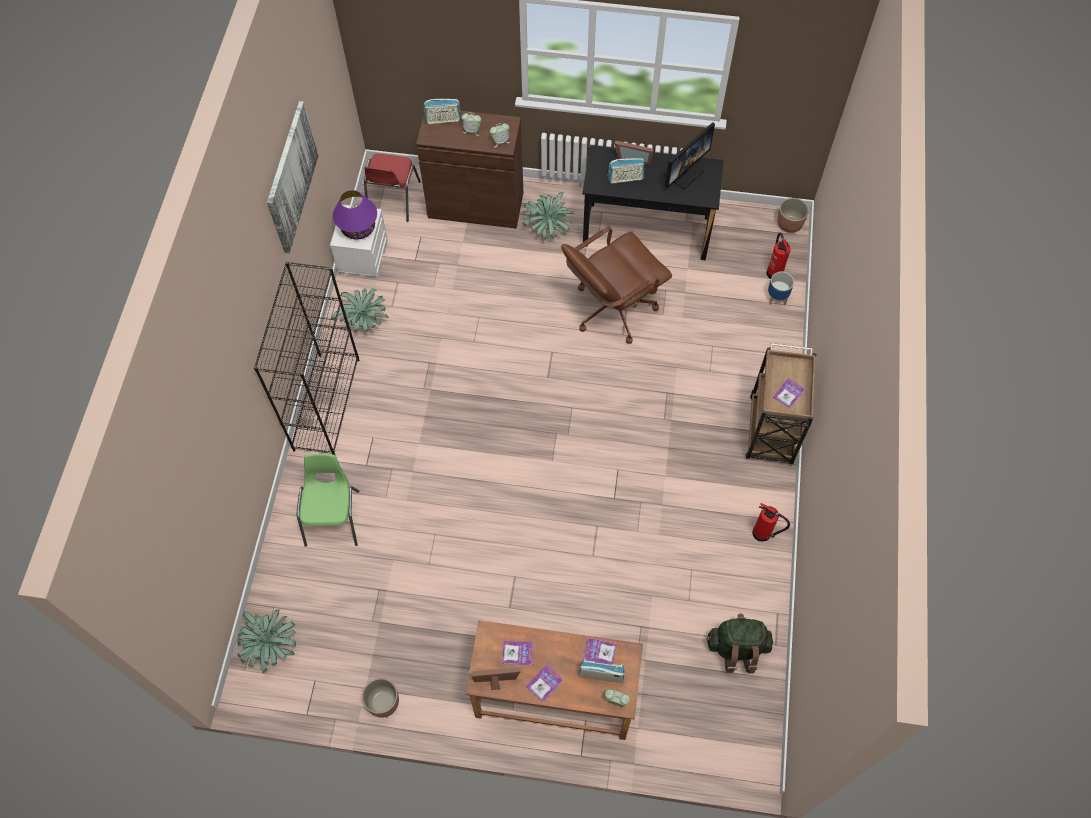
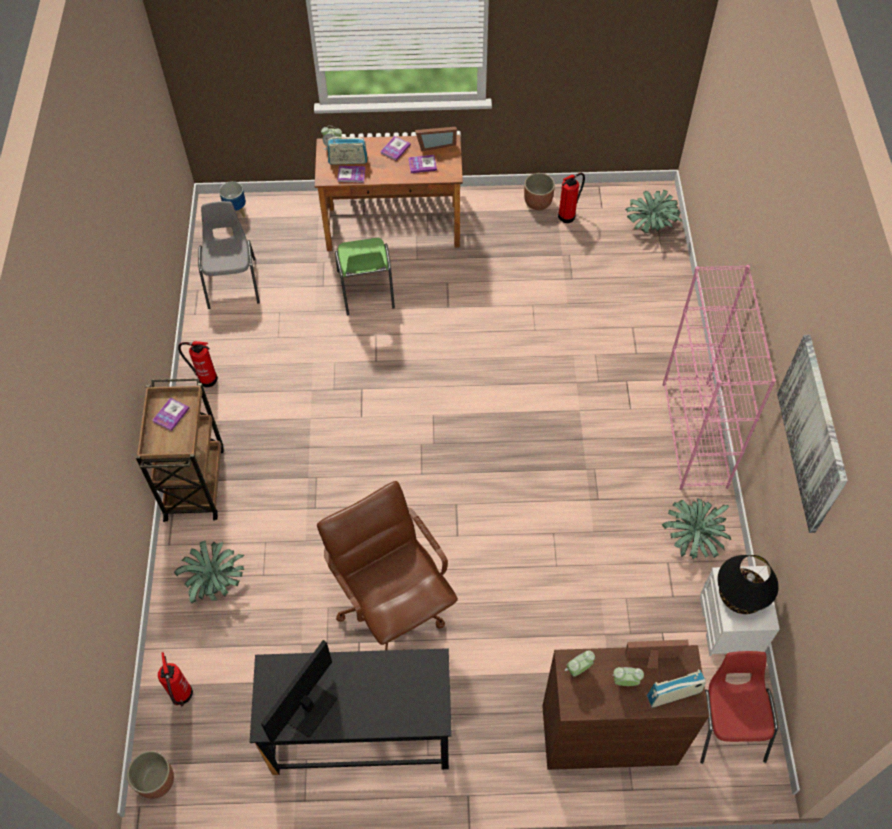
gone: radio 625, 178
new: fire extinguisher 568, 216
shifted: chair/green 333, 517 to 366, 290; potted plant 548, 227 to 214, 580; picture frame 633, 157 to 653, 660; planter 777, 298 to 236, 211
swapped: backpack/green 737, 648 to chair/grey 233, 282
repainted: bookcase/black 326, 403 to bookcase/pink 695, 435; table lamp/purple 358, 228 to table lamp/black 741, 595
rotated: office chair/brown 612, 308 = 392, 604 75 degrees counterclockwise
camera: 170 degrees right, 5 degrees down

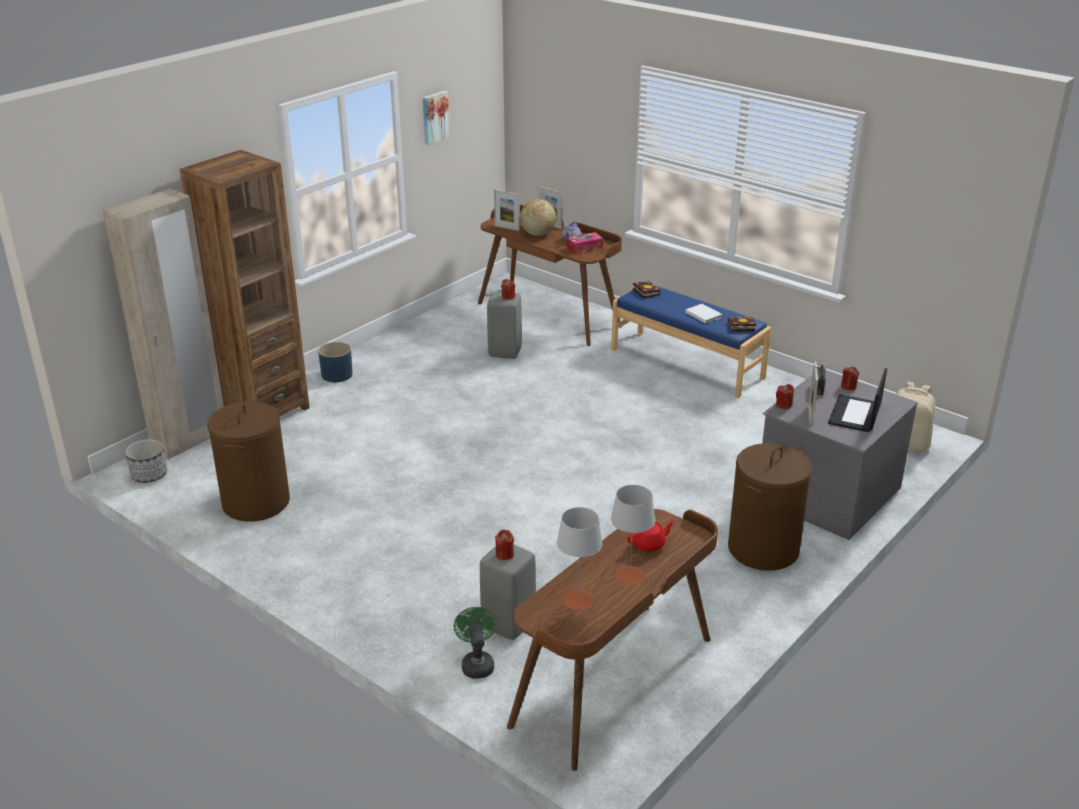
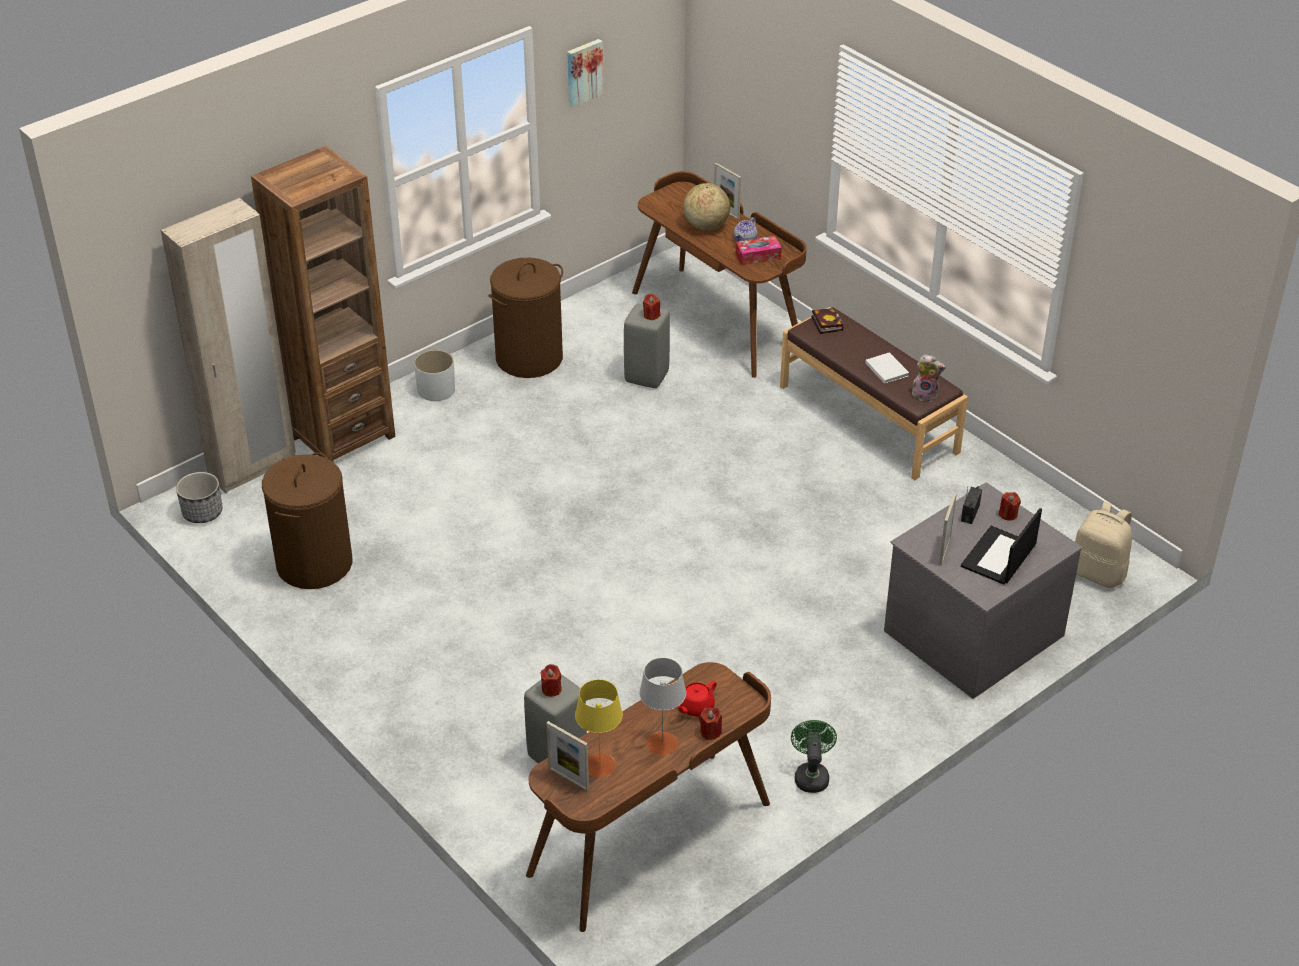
shifted: fan/green 477, 663 to 811, 775; picture frame 507, 228 to 568, 779; laundry basket/brown 763, 549 to 529, 358; candle/red 783, 405 to 710, 732
swapped: book 740, 327 to plush toy 925, 394
repainted: planter/blue 337, 374 to planter/white 436, 389; table lamp/grey 578, 600 to table lamp/yellow 600, 765; bench/blue 687, 363 to bench/brown 869, 418
rotated: teapot/red 649, 544 = 695, 707 150 degrees clockwise
camera: 10 degrees right, 10 degrees up

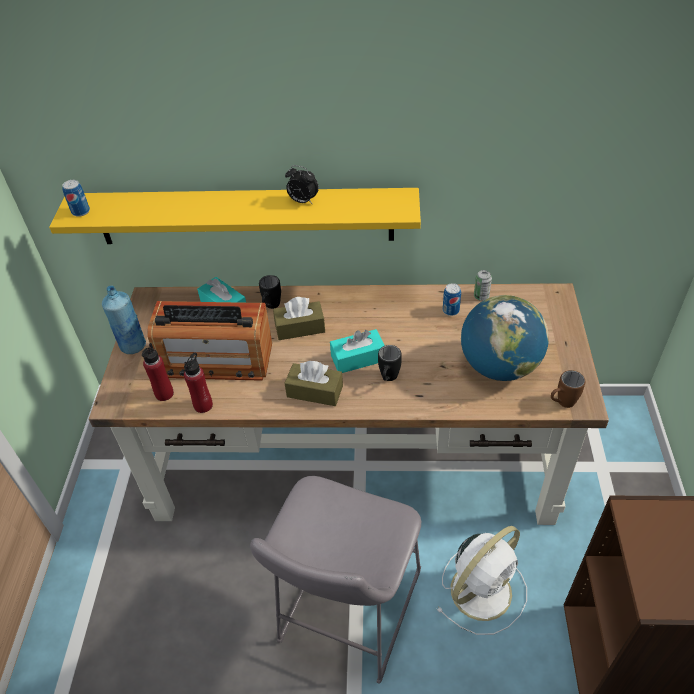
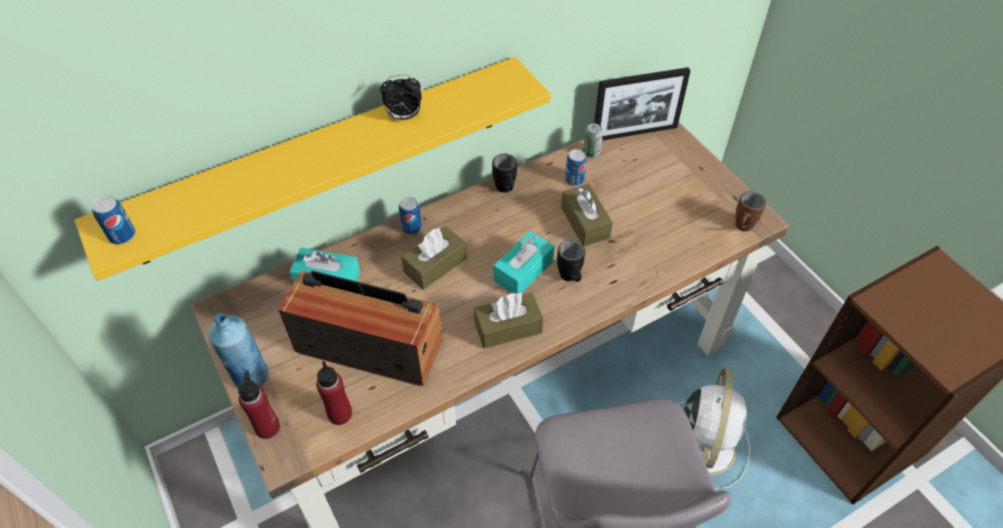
gone: globe 499, 366
new: can 411, 227; tissue box/brown 585, 222; picture frame 635, 133
shifted: bottle/red 203, 405 to 267, 427; mug/black 271, 307 to 506, 190
rotated: radio 216, 360 = 369, 344 135 degrees counterclockwise
camera: 35 degrees left, 5 degrees up

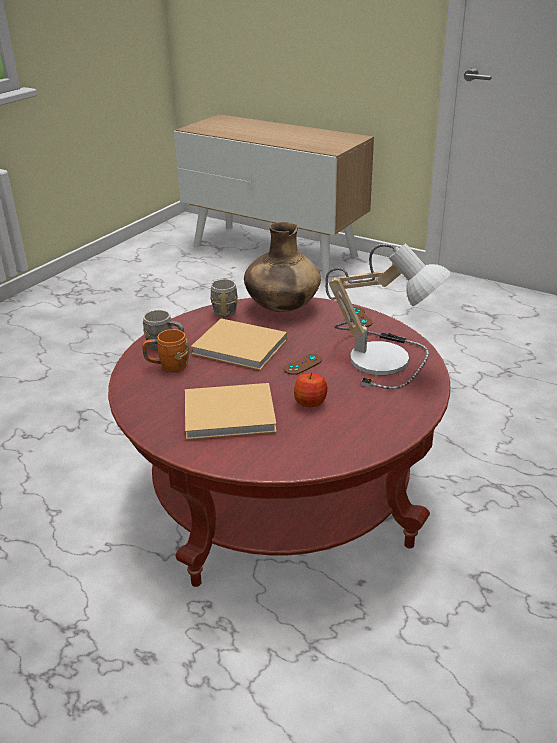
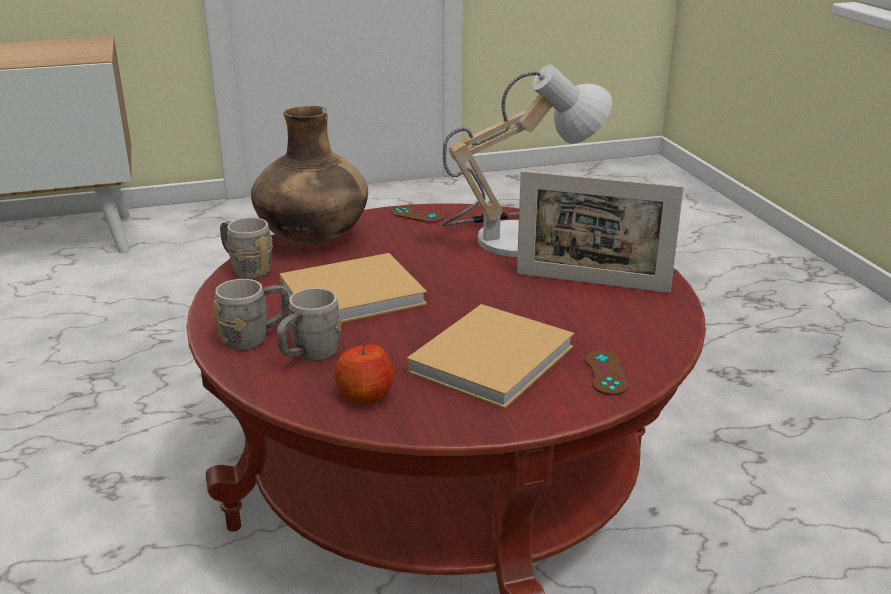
new: picture frame 592, 282
shifted: game controller/brown 303, 364 to 605, 373; apple 310, 402 to 365, 395
repainted: mug/orange 168, 366 to mug/grey 309, 355
camera: 50 degrees left, 5 degrees down

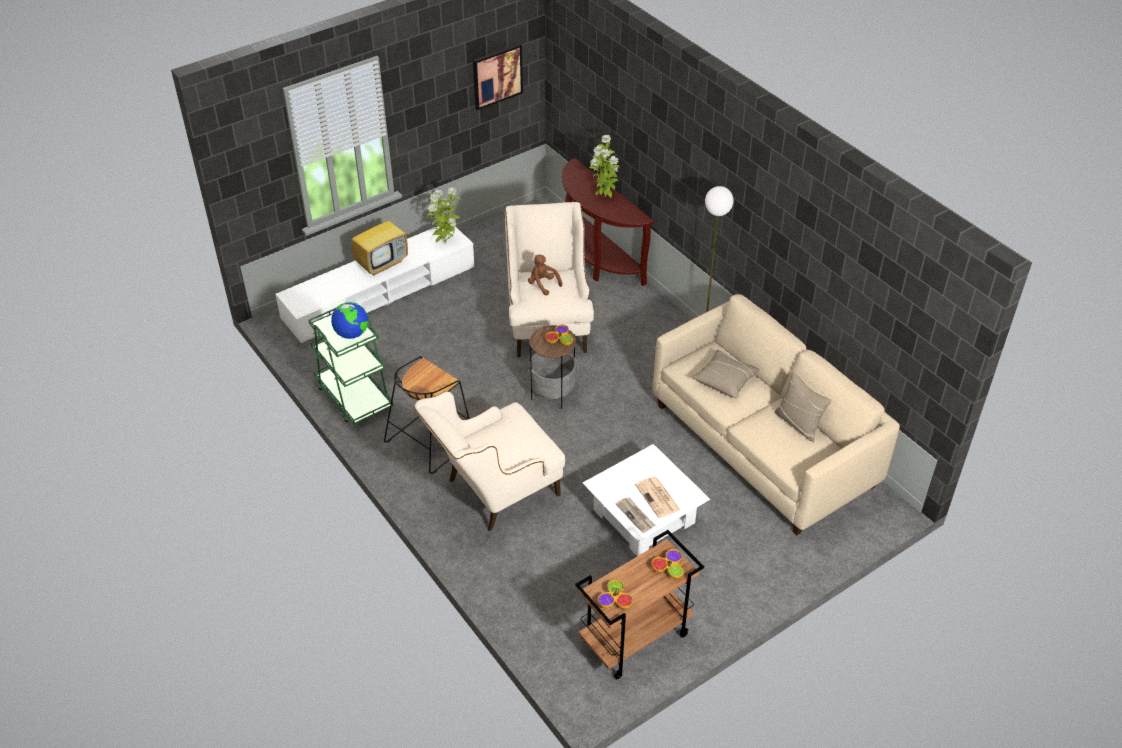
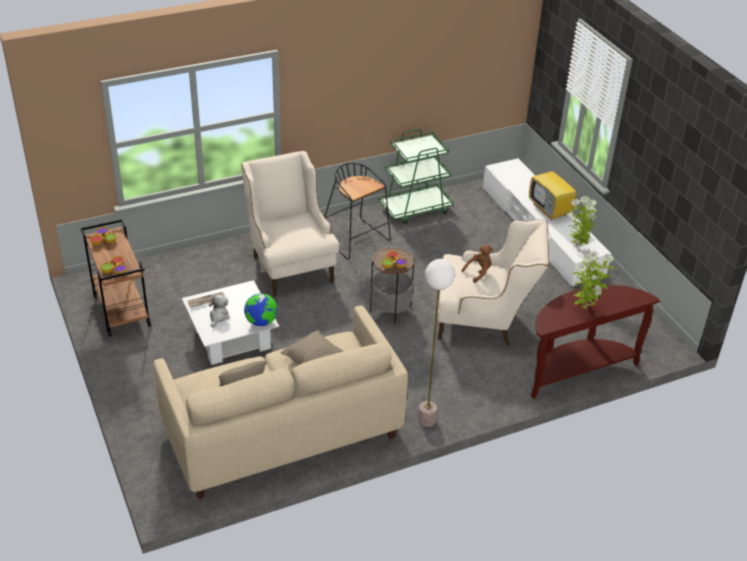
gone: picture 497, 76
shifted: globe 352, 334 to 261, 322
swapped: newspaper 658, 498 to plush toy 218, 316
camera: 100 degrees right, 5 degrees down

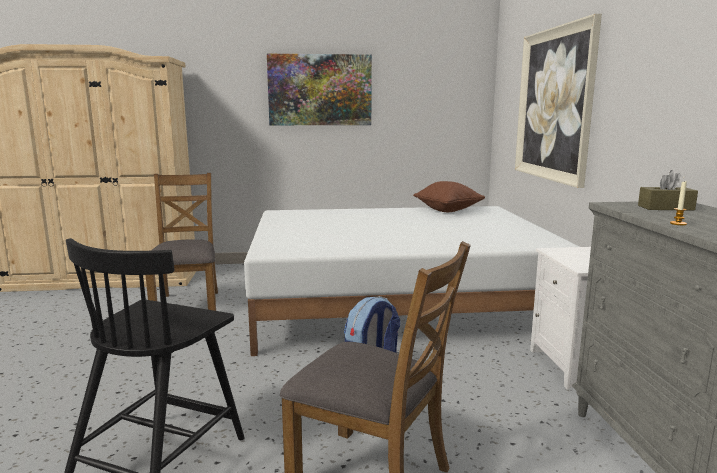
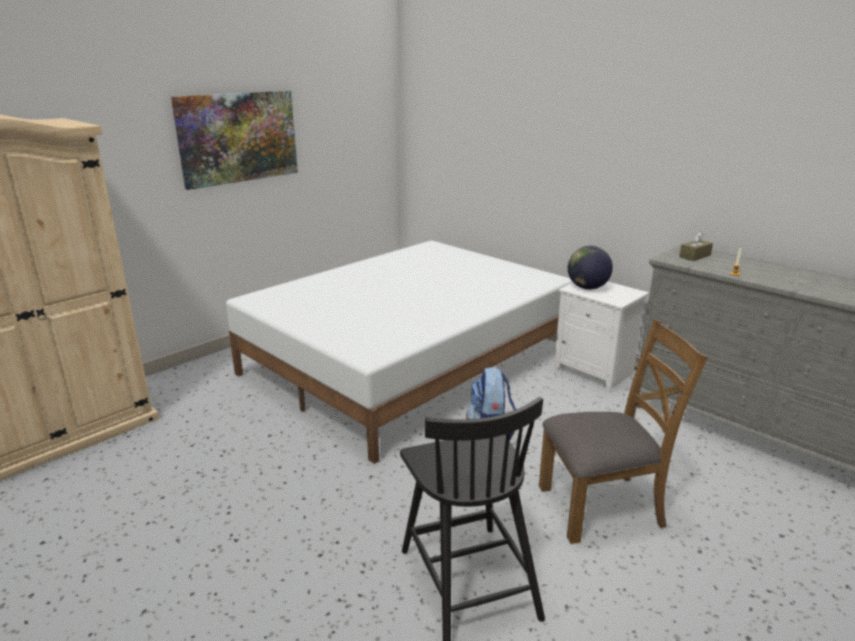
gone: chair/brown 187, 304; pillow/brown 448, 210; picture 554, 104
new: globe 587, 288
camera: 40 degrees left, 10 degrees up

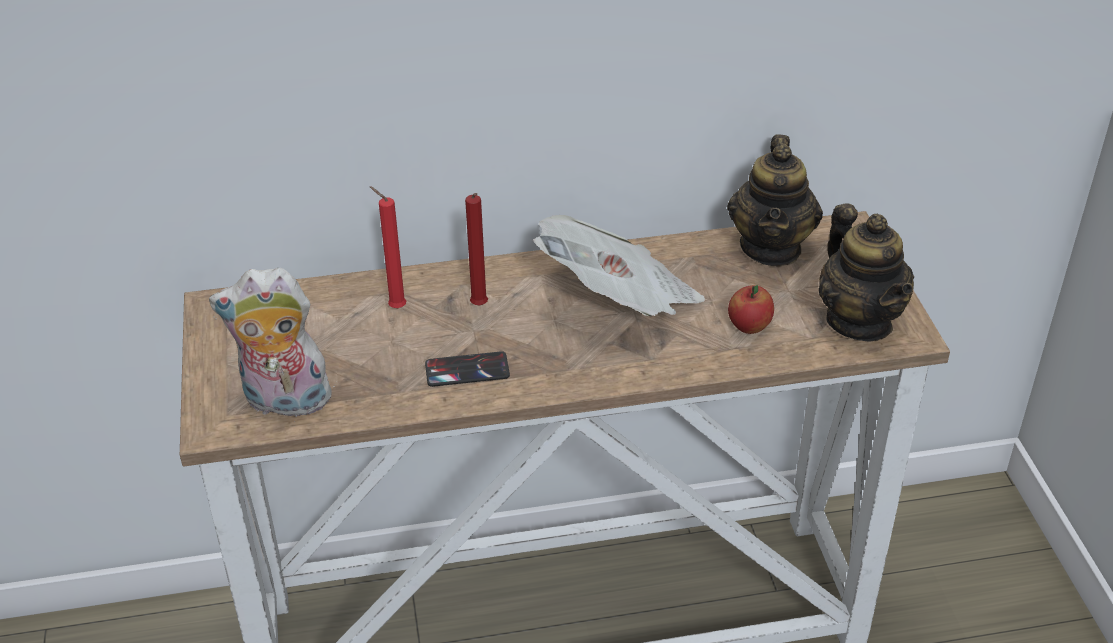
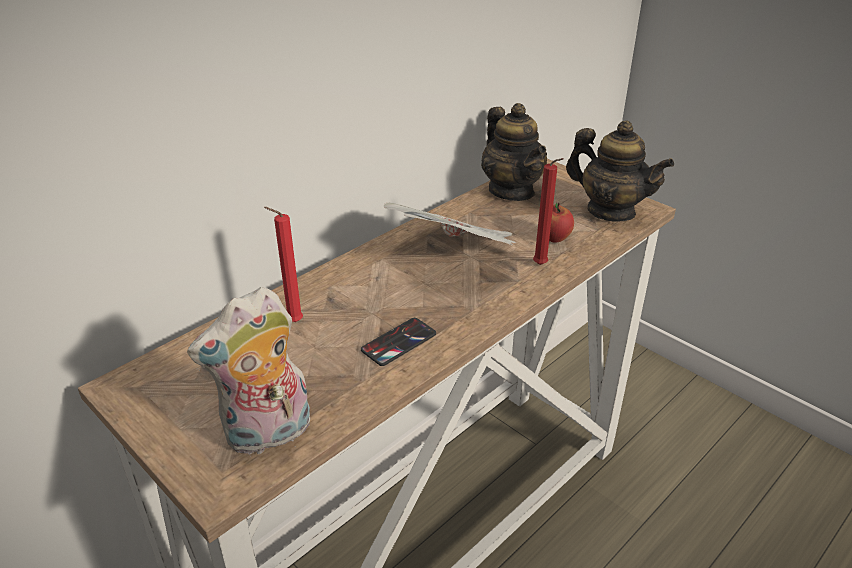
shifted: candle/red 479, 307 to 542, 266
camera: 35 degrees left, 5 degrees down

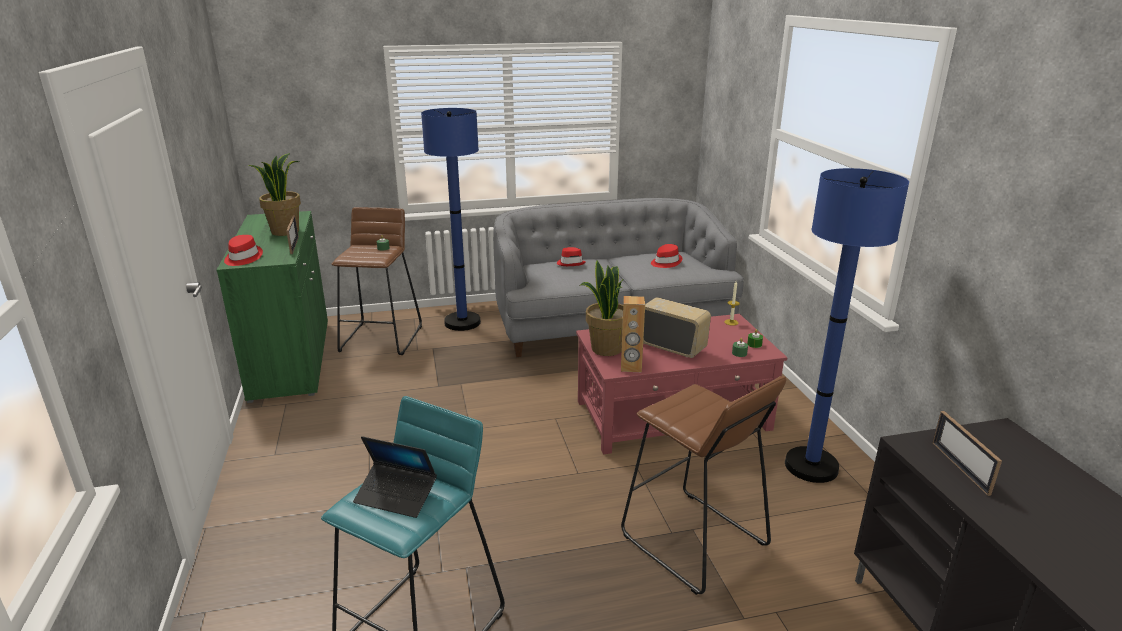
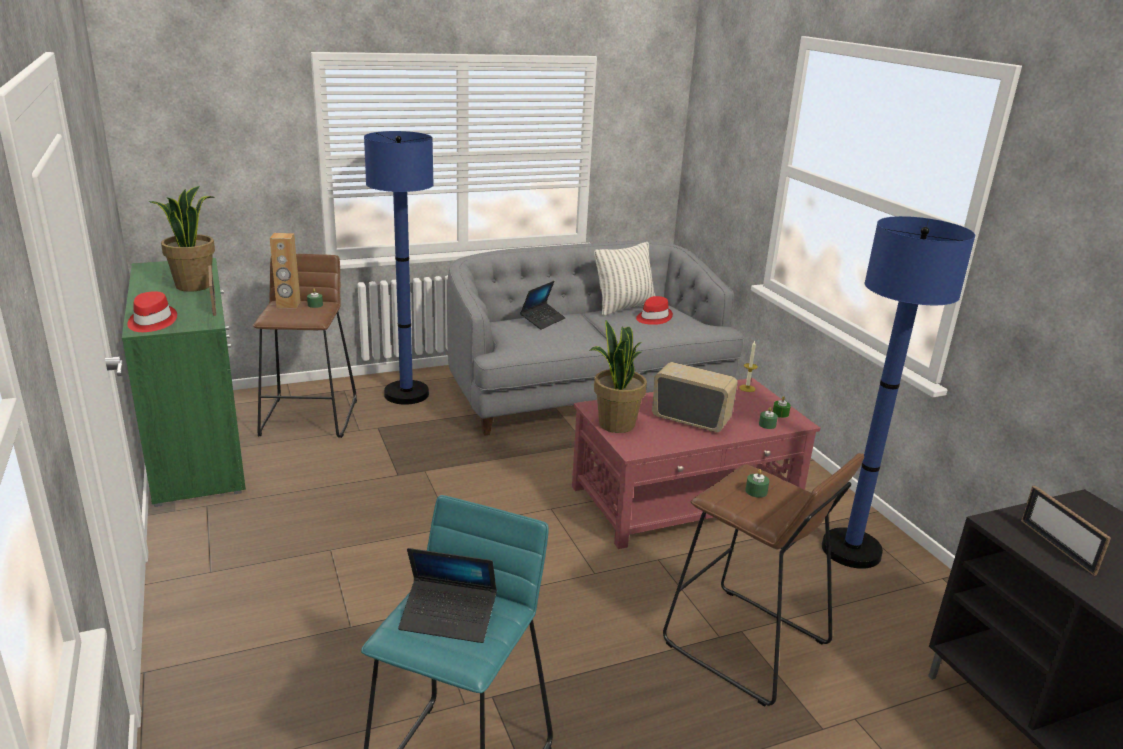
new: pillow 624, 307; candle/green 756, 491
shifted: speaker/brown 631, 367 to 288, 305
swapped: hat/red 570, 263 to laptop 542, 320
camera: 10 degrees left, 0 degrees up

